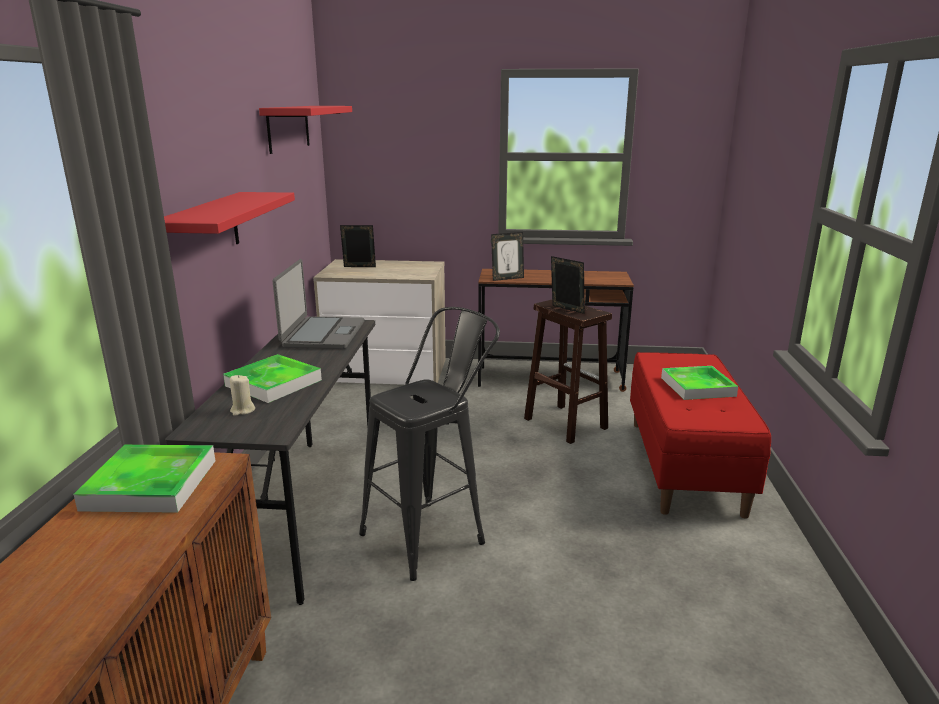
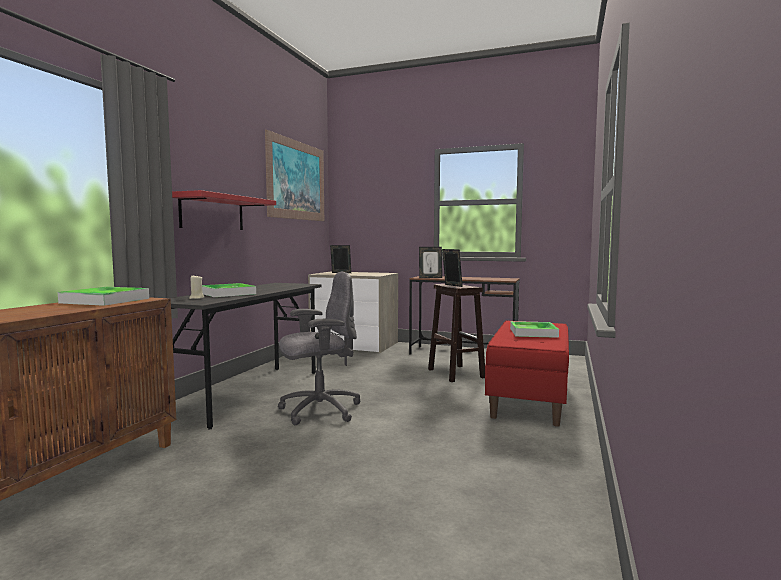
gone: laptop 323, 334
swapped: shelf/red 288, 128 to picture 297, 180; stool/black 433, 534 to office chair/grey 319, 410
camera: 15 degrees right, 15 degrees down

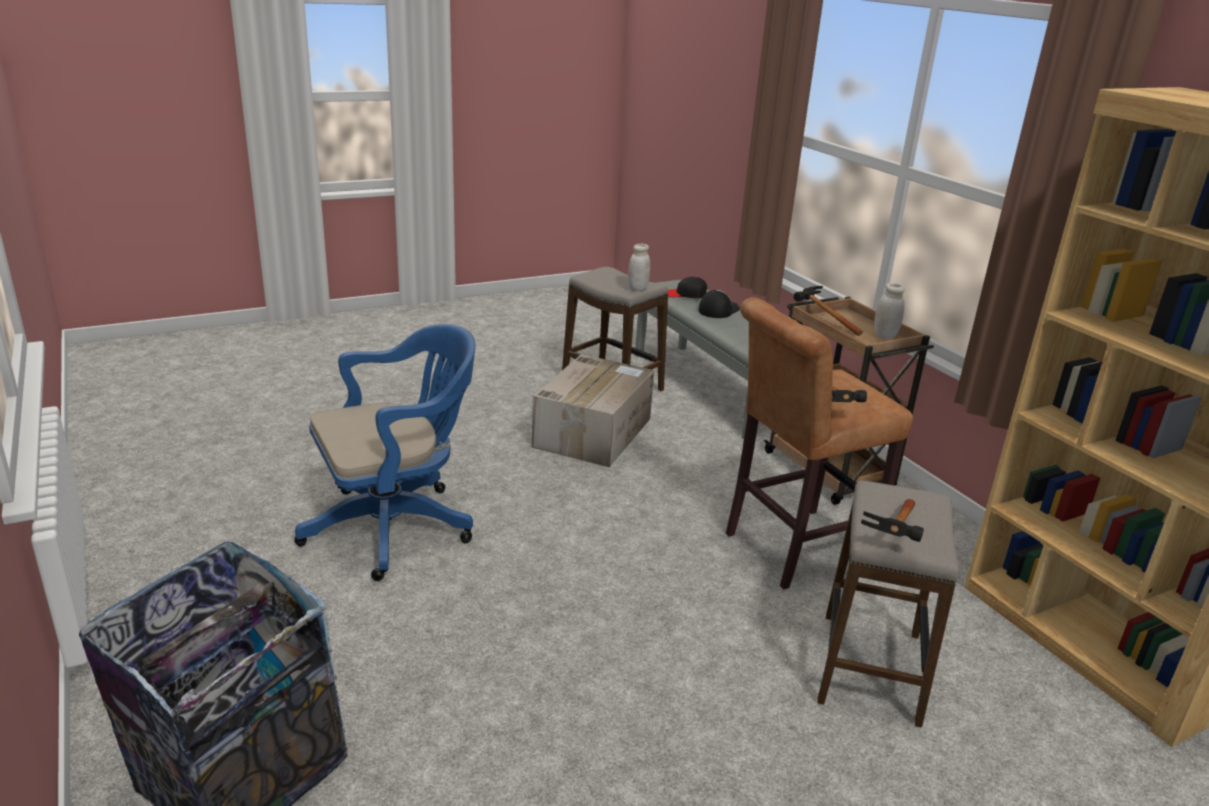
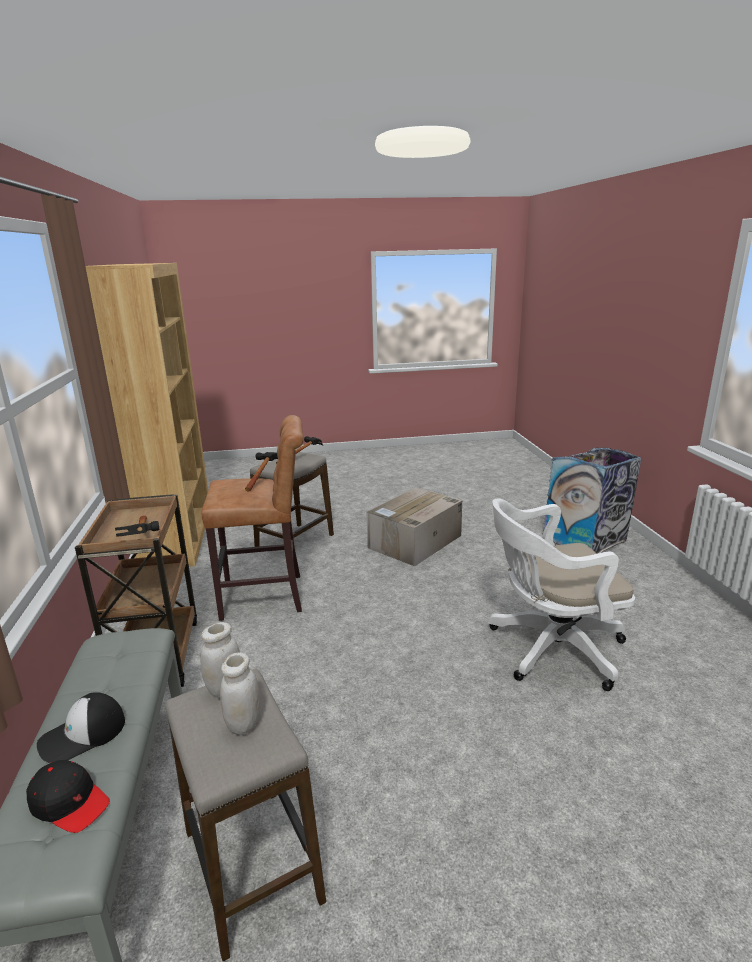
shifted: cardboard box 593, 431 to 414, 542; jar/white 885, 336 to 244, 724
repainted: office chair/blue 397, 526 to office chair/white 549, 649
camera: 160 degrees left, 5 degrees down

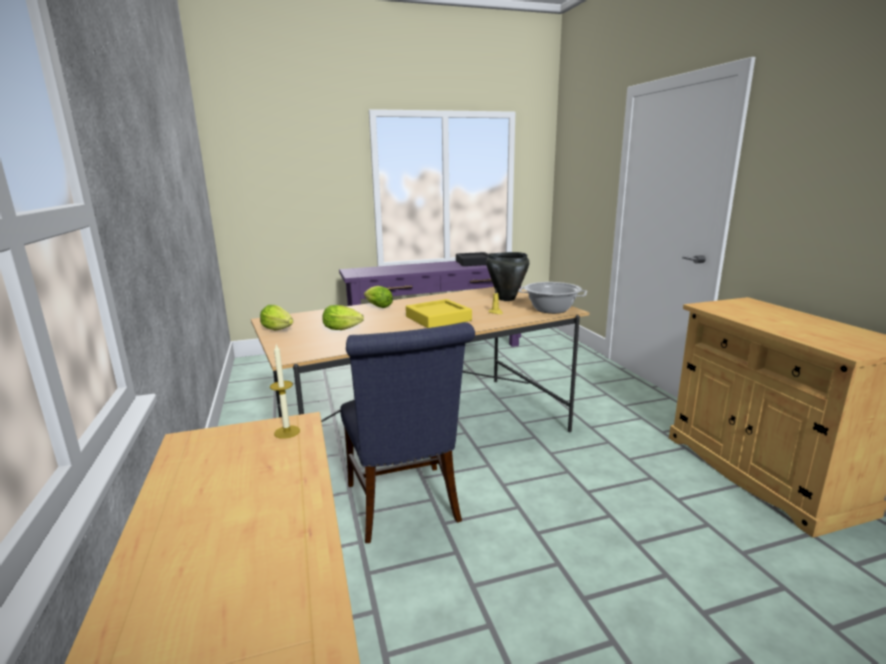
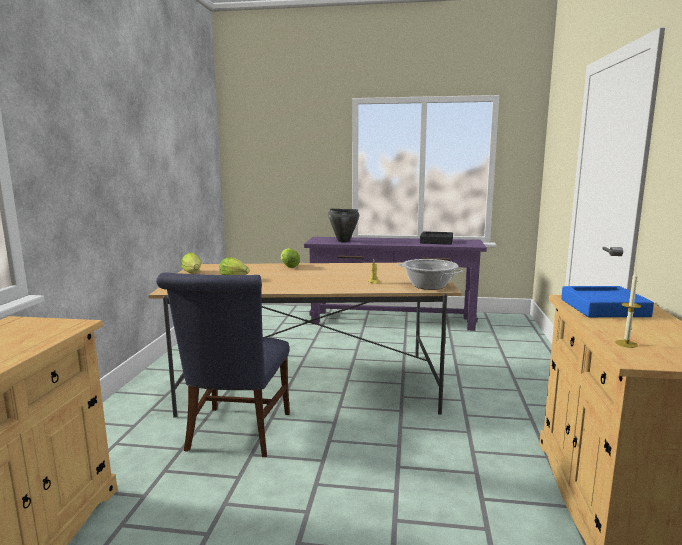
gone: tray/yellow 438, 319
new: tray/blue 603, 308
shifted: candle 287, 432 to 626, 344; cooking pot/black 506, 298 to 343, 241
camera: 25 degrees right, 5 degrees down

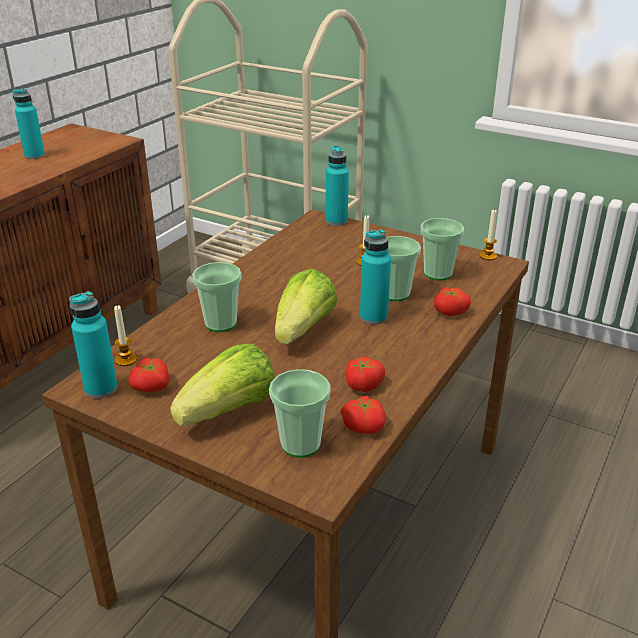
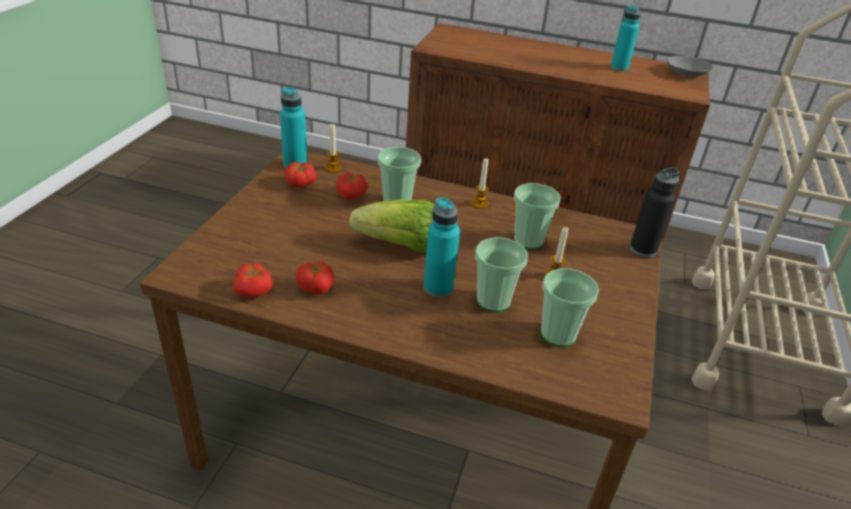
gone: lettuce 229, 411
new: bowl/grey 685, 73
shifted: cup 300, 444 to 528, 240; tomato 450, 311 to 352, 195; candle 488, 256 to 479, 203
repainted: bottle/turquoise 336, 221 to bottle/black 643, 249
camera: 75 degrees right, 5 degrees up

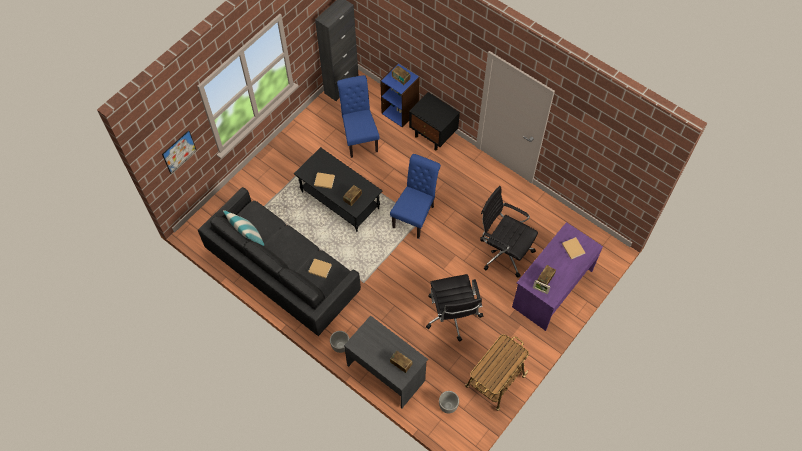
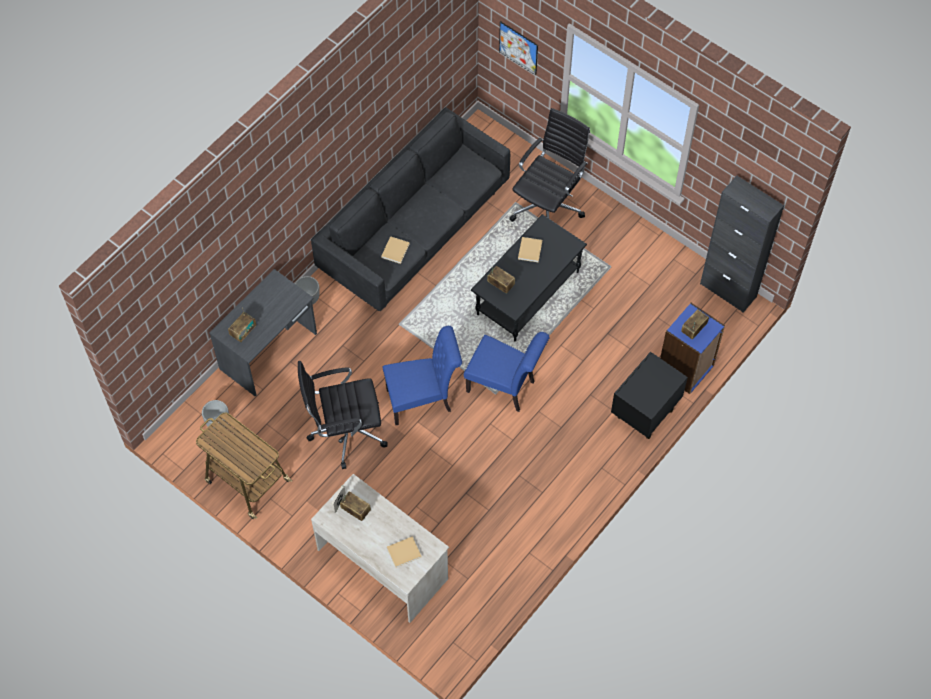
gone: pillow 247, 236
shifted: chair/blue 359, 137 to 423, 400; office chair/black 504, 251 to 548, 206
repainted: desk/purple 551, 288 to desk/beige 383, 563
camera: 90 degrees right, 0 degrees up

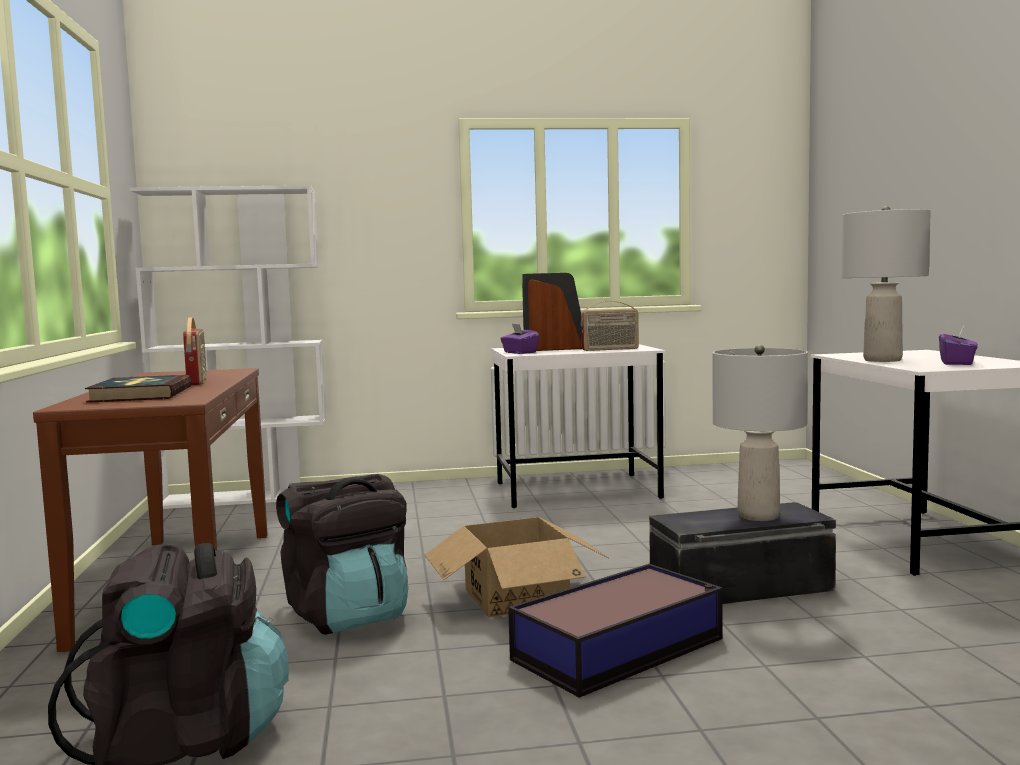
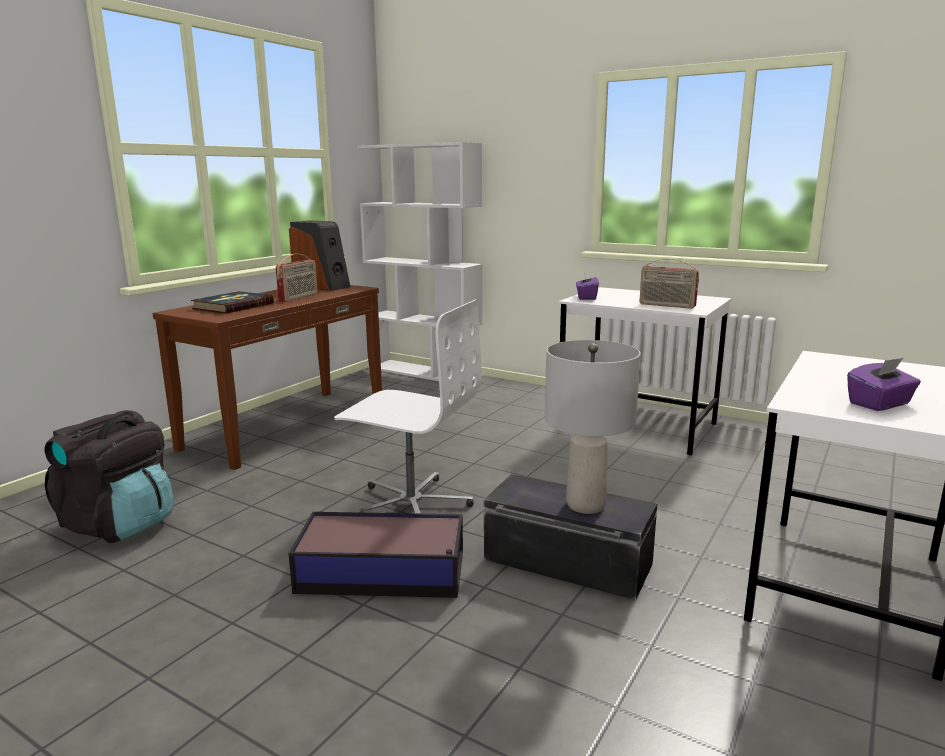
gone: backpack/black 348, 616; table lamp/grey 881, 360
shifted: speaker 554, 348 to 322, 286
swapped: cardboard box 516, 597 to office chair/white 411, 504
camera: 40 degrees right, 10 degrees up

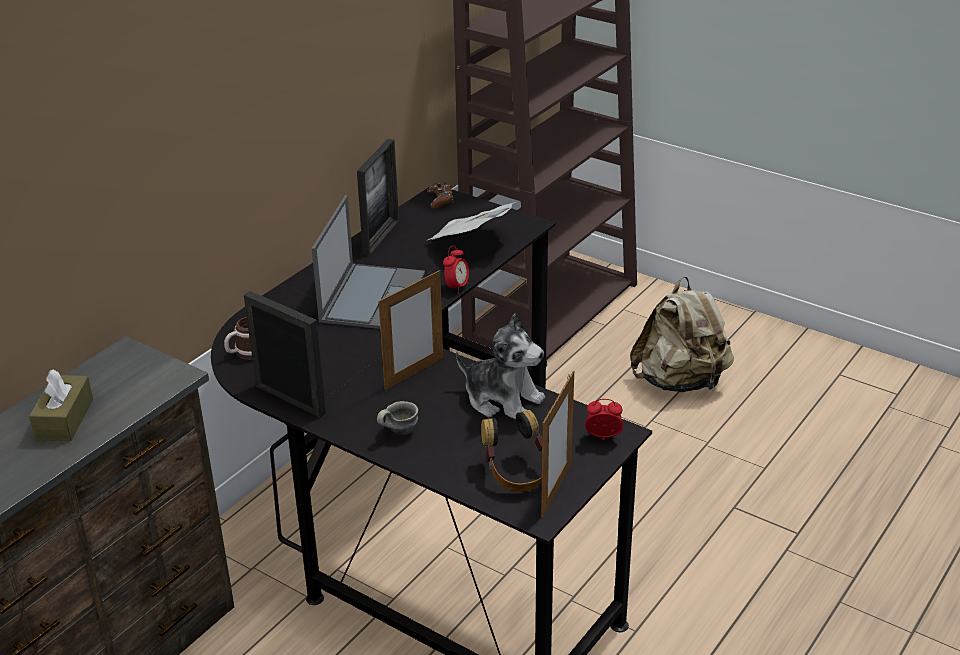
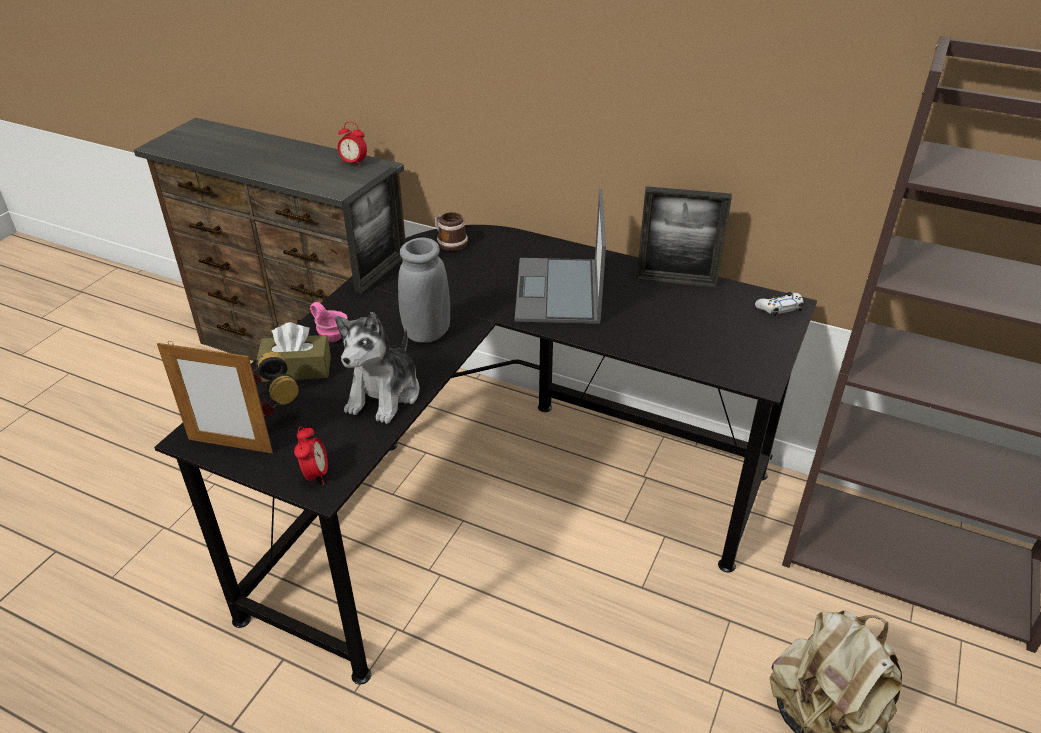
gone: newspaper 471, 242
shifted: tissue box/brown 64, 419 to 297, 369; alarm clock 456, 287 to 353, 163
swapped: picture frame 414, 373 to vase/grey 427, 333
repainted: mug/grey 398, 431 to mug/pink 332, 336; game controller/brown 440, 200 to game controller/white 779, 308
rotated: laptop 373, 296 = 558, 292 90 degrees clockwise
camera: 80 degrees right, 5 degrees up

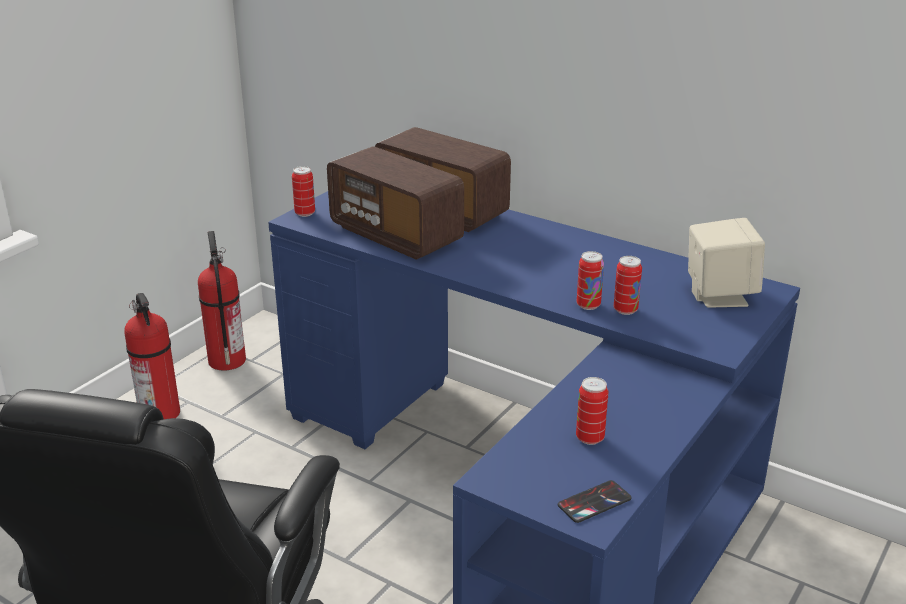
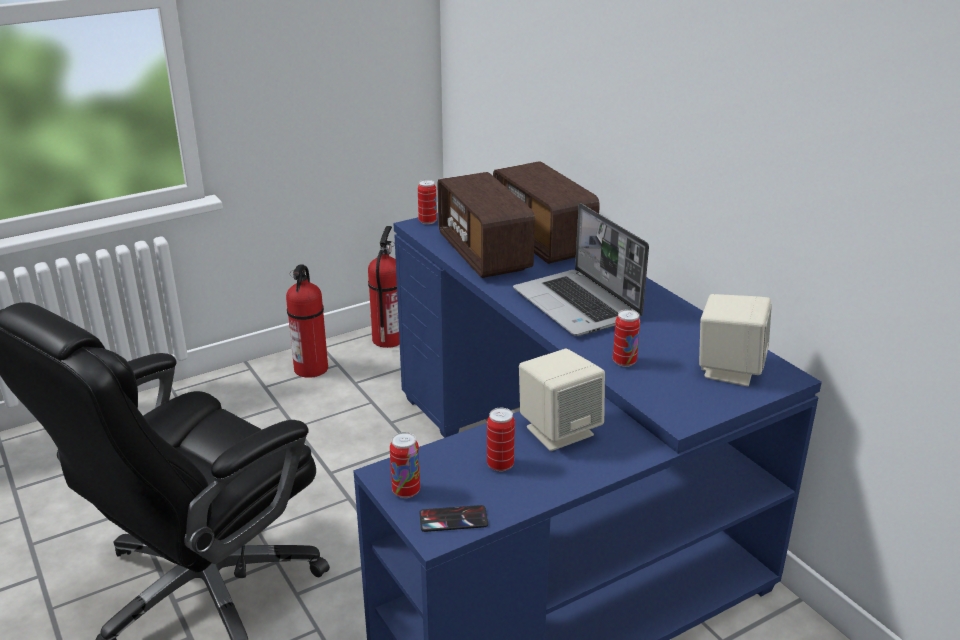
new: laptop 578, 305; speaker/beige 559, 431
shifted: can 588, 305 to 406, 491
camera: 25 degrees right, 0 degrees up

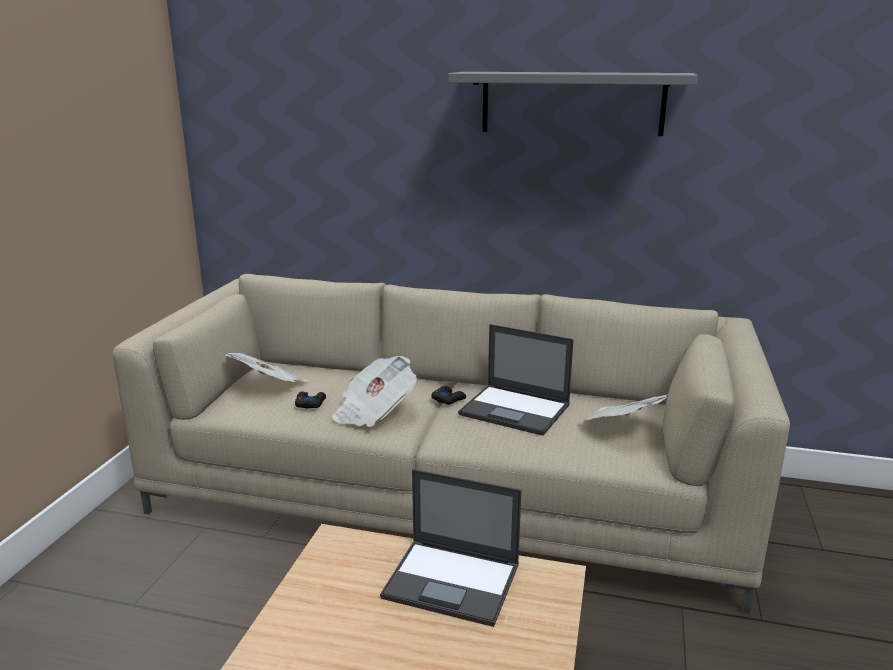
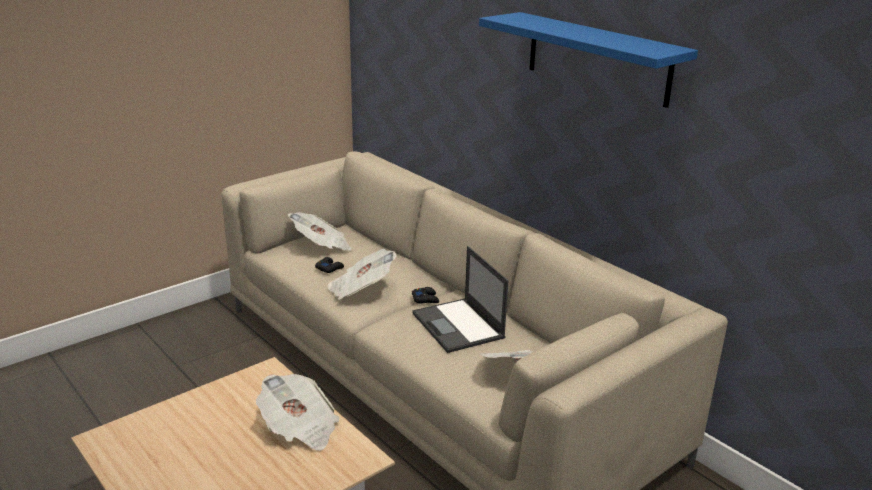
swapped: laptop 453, 581 to newspaper 300, 428
repainted: shelf/grey 572, 103 to shelf/blue 597, 58
camera: 35 degrees right, 5 degrees up

